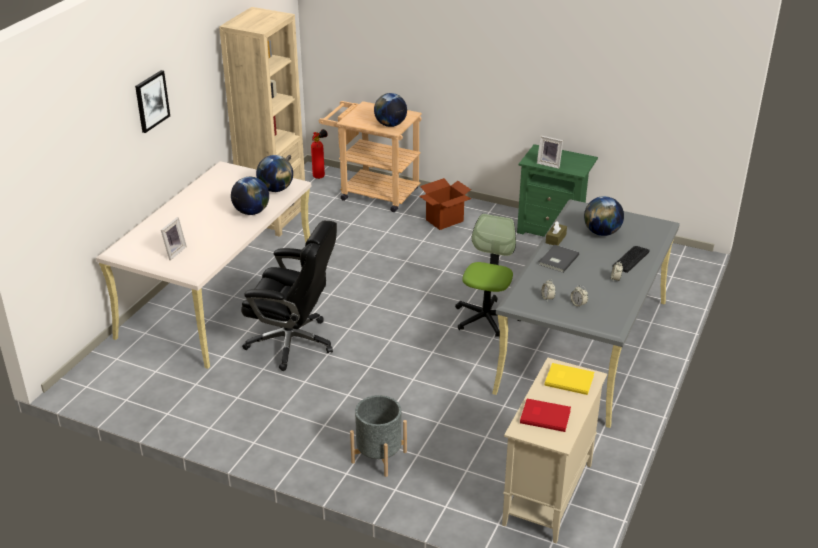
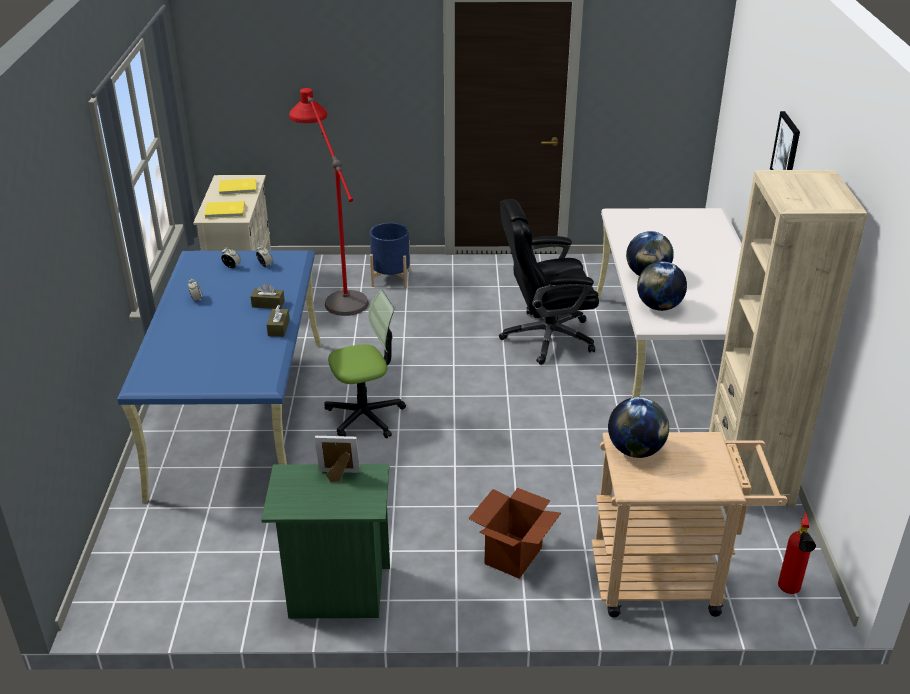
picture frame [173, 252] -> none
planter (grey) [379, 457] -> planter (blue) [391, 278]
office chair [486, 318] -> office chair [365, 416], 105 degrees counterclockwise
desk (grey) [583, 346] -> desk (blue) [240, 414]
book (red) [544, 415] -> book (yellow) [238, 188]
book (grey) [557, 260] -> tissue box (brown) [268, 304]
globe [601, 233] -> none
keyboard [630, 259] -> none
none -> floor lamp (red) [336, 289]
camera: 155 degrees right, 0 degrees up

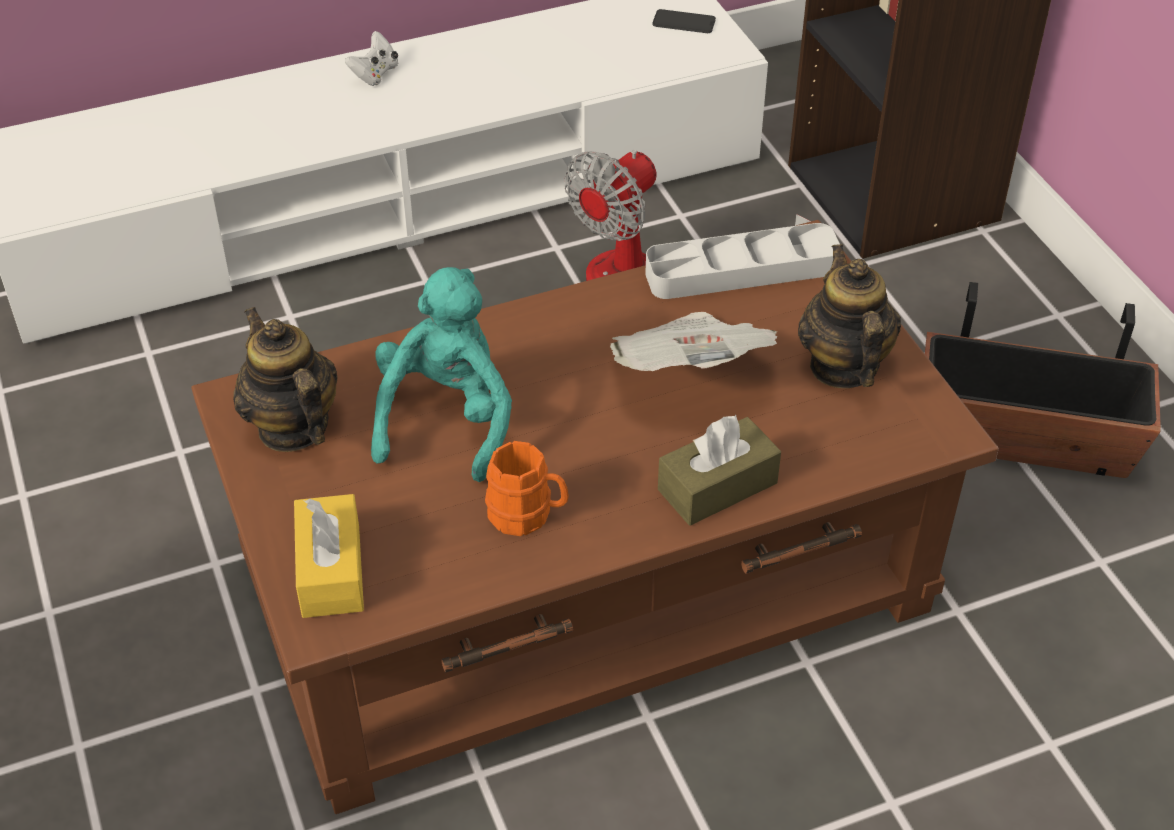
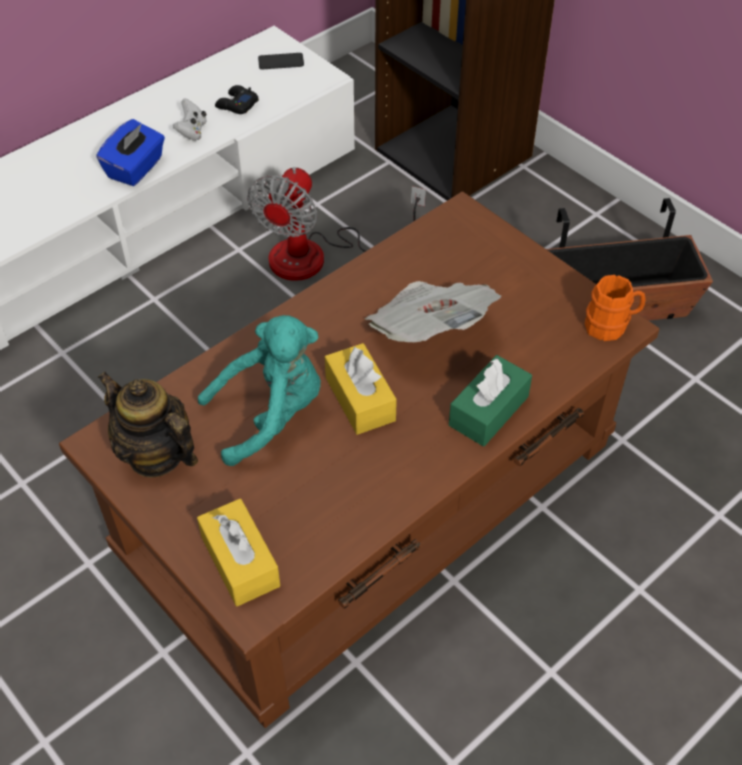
game controller (white) [375, 74] -> game controller (white) [192, 131], relocated
plush toy (turquoise) [447, 419] -> plush toy (turquoise) [270, 415], 75 degrees clockwise
mug (orange) [528, 515] -> mug (orange) [611, 325], relocated
tray (grey) [742, 270] -> none
tissue box (brown) [717, 486] -> tissue box (green) [488, 411]
teapot [843, 366] -> none
none -> tissue box (blue) [136, 168]
none -> game controller (black) [236, 105]
none -> tissue box (yellow) [360, 399]
camera: 20 degrees left, 5 degrees up

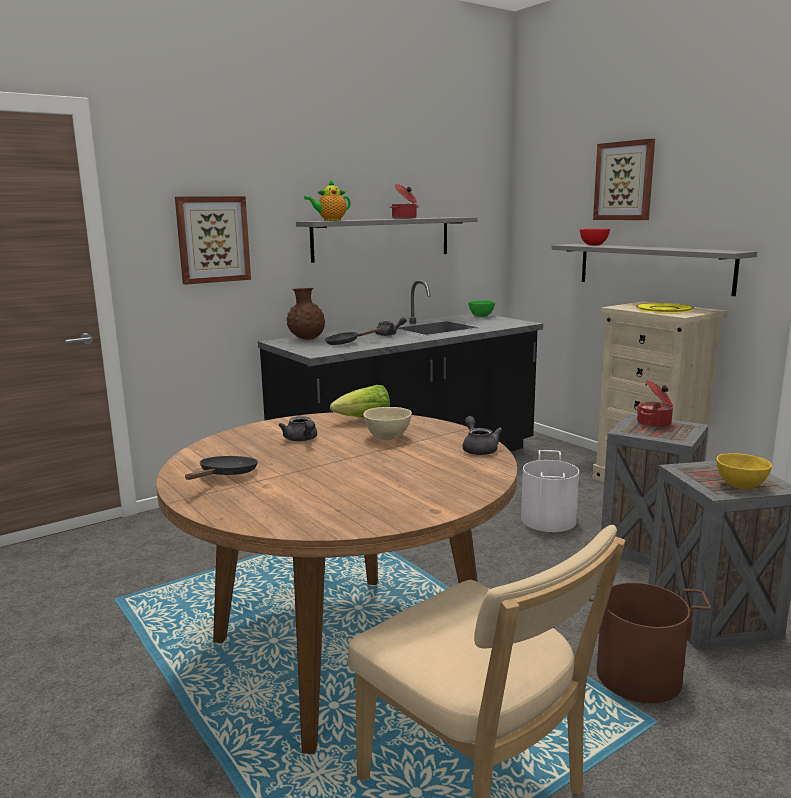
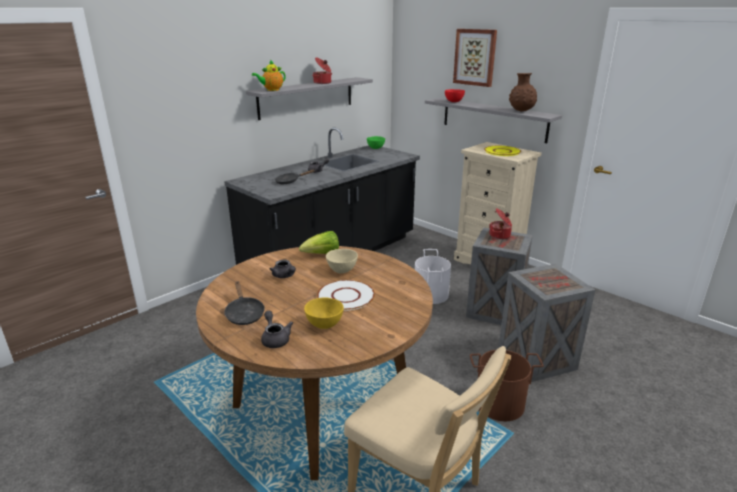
picture [213, 239] -> none
frying pan (black) [226, 475] -> frying pan (black) [244, 314], 150 degrees clockwise
vase (brown) [307, 339] -> vase (brown) [521, 111], relocated
teapot (grey) [478, 449] -> teapot (grey) [275, 339], relocated
bowl (yellow) [739, 486] -> bowl (yellow) [324, 324], relocated
none -> plate (white) [346, 296]
camera: 10 degrees left, 10 degrees up

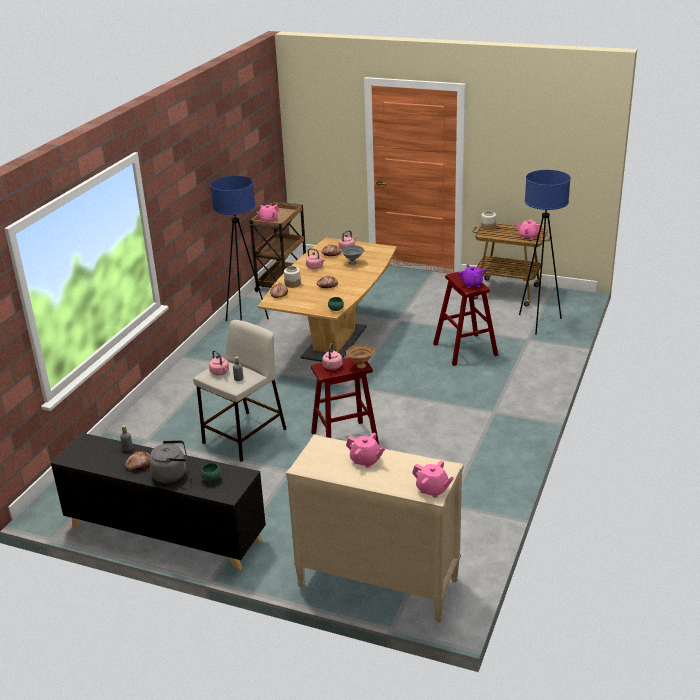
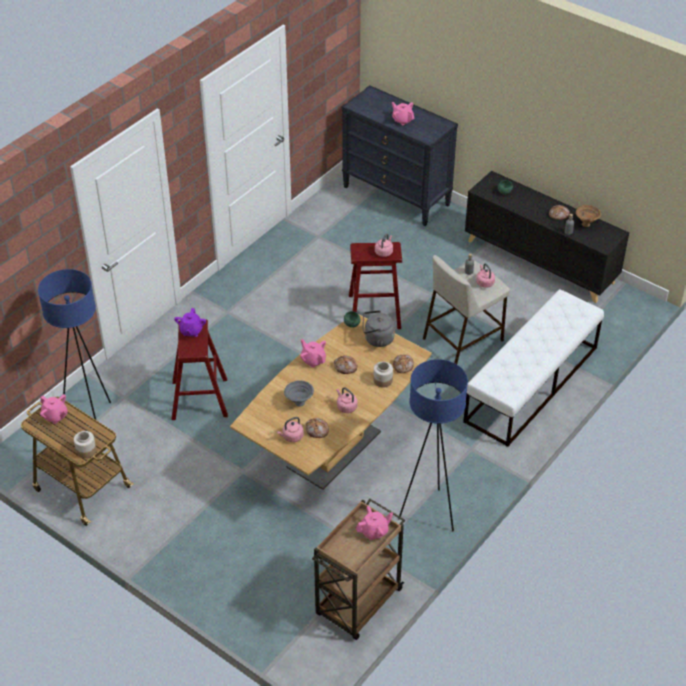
kettle (grey) [172, 474] -> kettle (grey) [377, 339], relocated
dresser (beige) [377, 583] -> dresser (black) [397, 196]
bowl (brown) [360, 366] -> bowl (brown) [586, 224], relocated
teapot (pink) [432, 490] -> teapot (pink) [313, 360], relocated
none -> bench (white) [531, 384]
camera: 165 degrees left, 15 degrees up

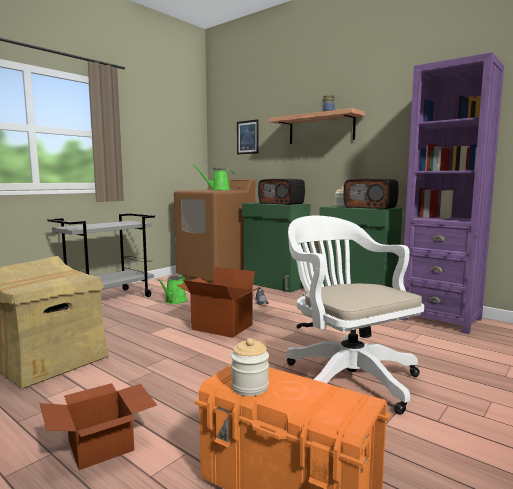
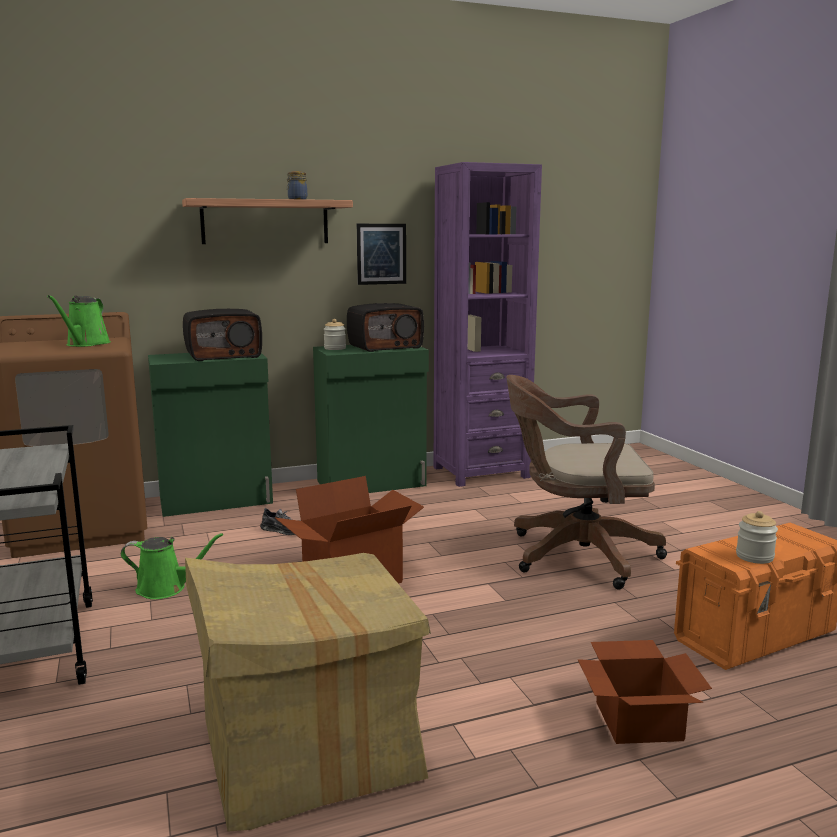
watering can (green) [174, 301] -> watering can (green) [166, 588], 45 degrees counterclockwise
picture [247, 137] -> picture [381, 254], relocated
office chair (white) [346, 376] -> office chair (brown) [574, 555]
camera: 60 degrees left, 5 degrees up

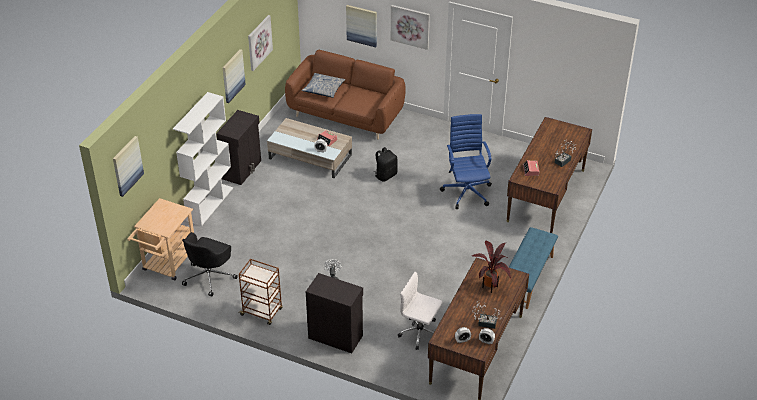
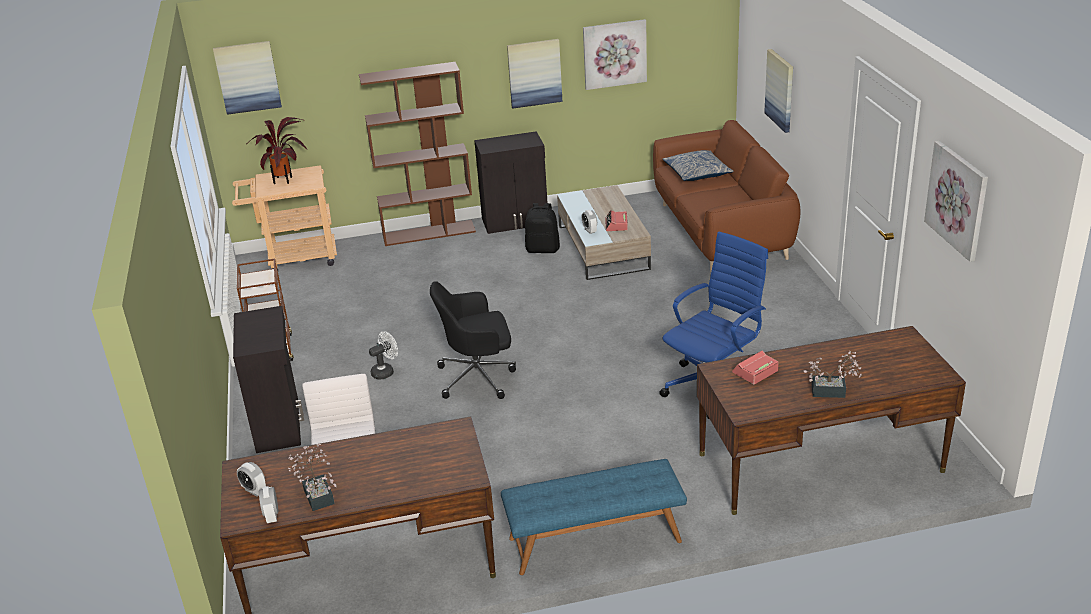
bookcase (white) [210, 204] -> bookcase (brown) [429, 233]
office chair (black) [209, 277] -> office chair (black) [478, 377], relocated
backpack (black) [385, 175] -> backpack (black) [543, 249], relocated
picture [410, 26] -> picture [957, 199], relocated
potted plant [491, 286] -> potted plant [284, 181], relocated
camera: 55 degrees right, 10 degrees down

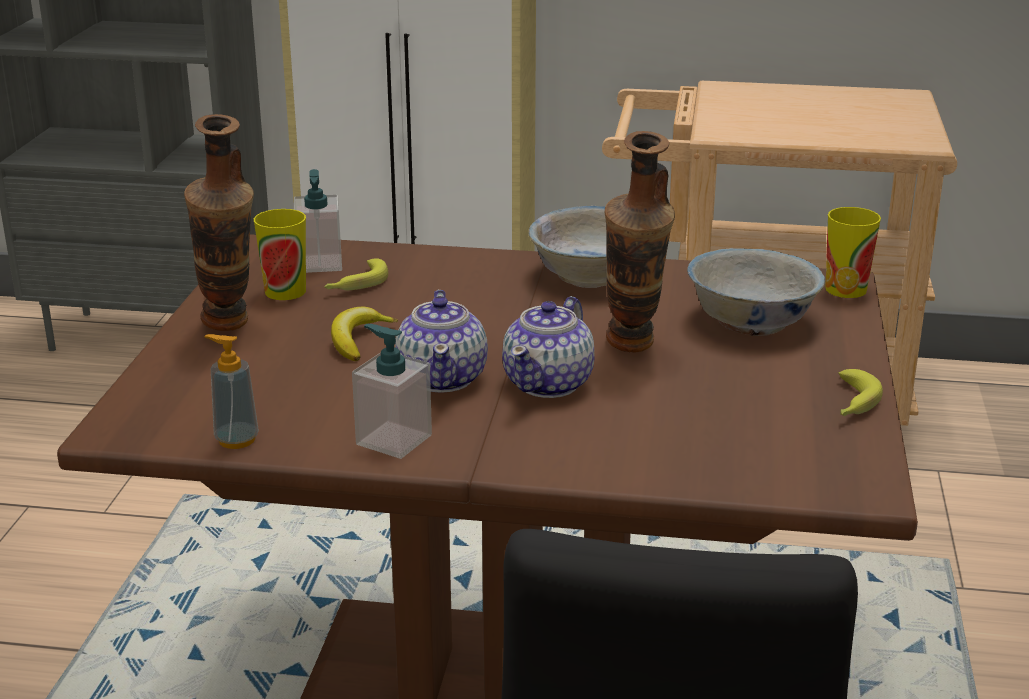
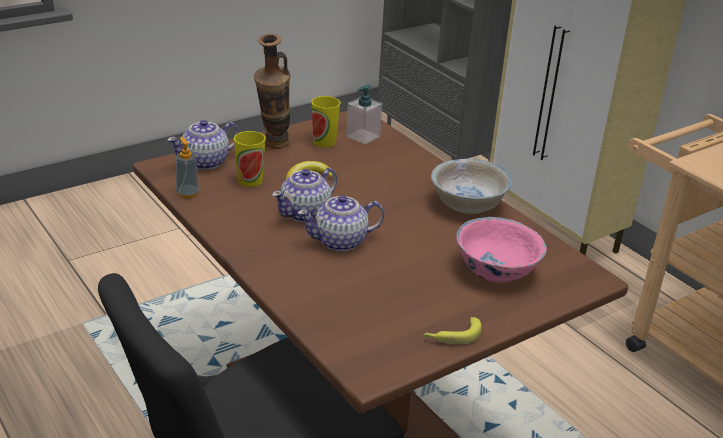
banana [356, 284] -> none
soap dispenser [393, 439] -> none
vase [632, 350] -> none
bowl (white) [751, 321] -> bowl (pink) [495, 269]
cup [846, 289] -> cup [250, 180], relocated
none -> teapot [206, 162]
camera: 45 degrees right, 5 degrees up

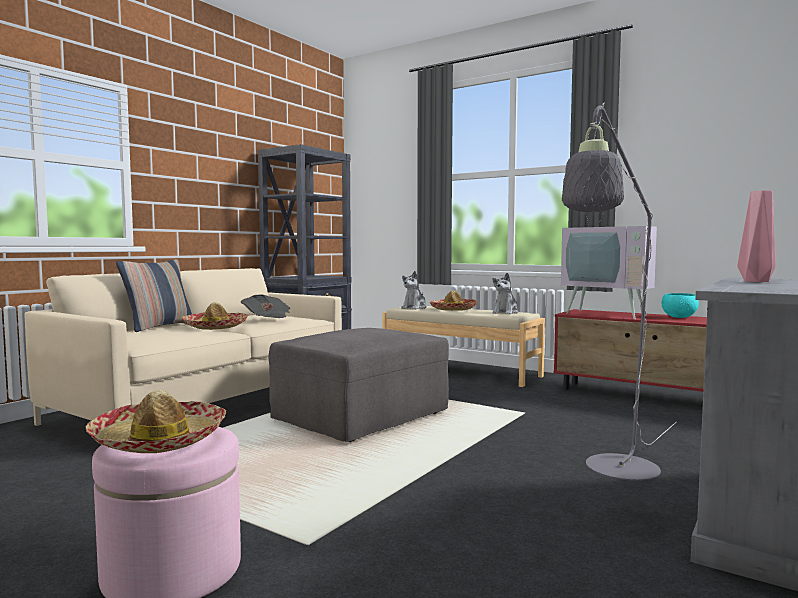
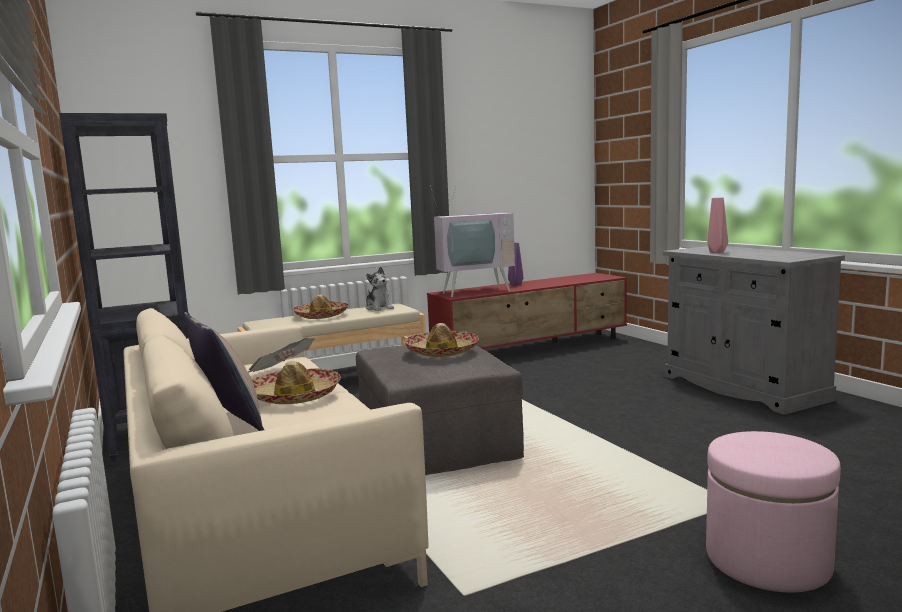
hat [159, 440] -> hat [441, 352], relocated
plush toy [414, 308] -> none
floor lamp (grey) [616, 472] -> none
bowl (turquoise) [679, 317] -> vase (purple) [516, 284]
camera: 60 degrees left, 5 degrees up

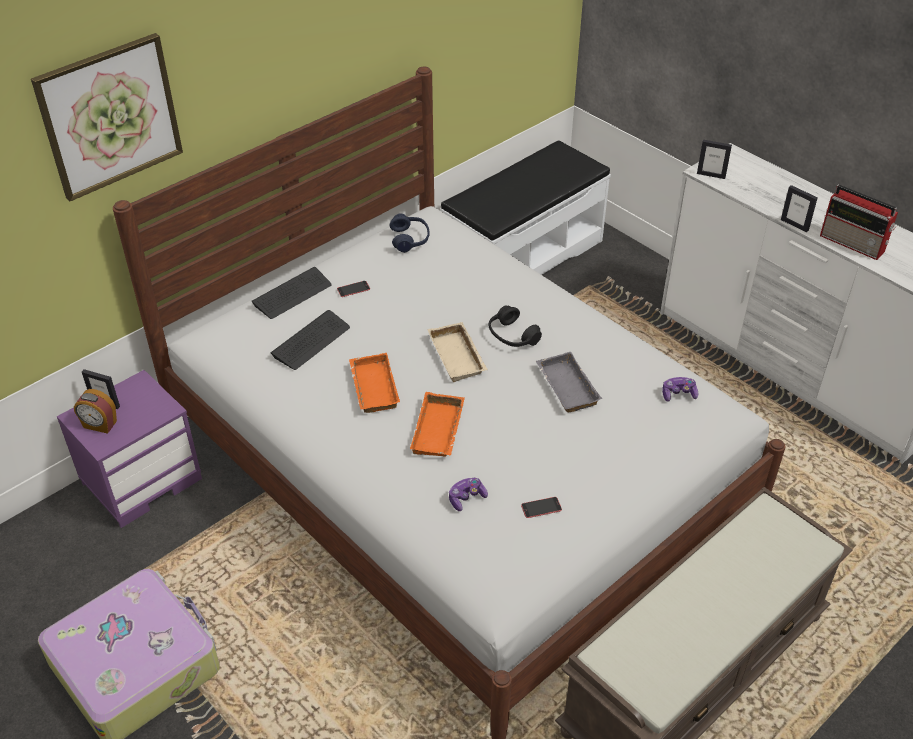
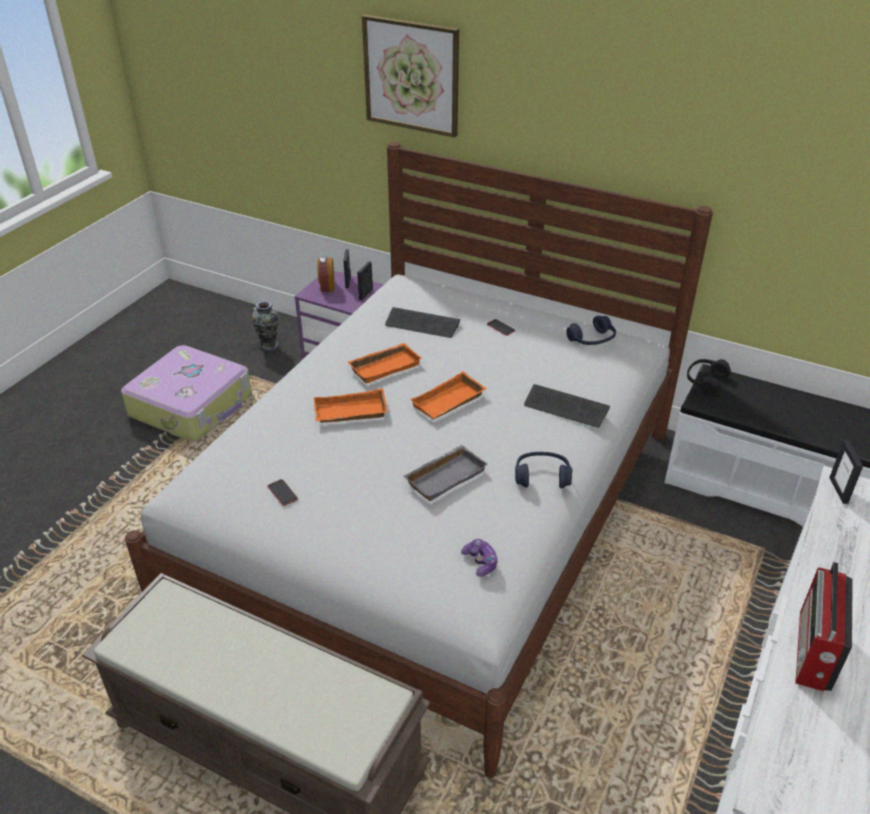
keyboard [292, 294] -> keyboard [566, 407], relocated
tray (beige) [459, 356] -> tray (orange) [449, 403]
game controller [466, 498] -> none
headphones (black) [512, 336] -> headphones (black) [705, 381], relocated
picture frame [794, 225] -> picture frame [366, 294], relocated
none -> vase [269, 346]
none -> headphones (blue) [542, 477]
camera: 70 degrees right, 5 degrees down

